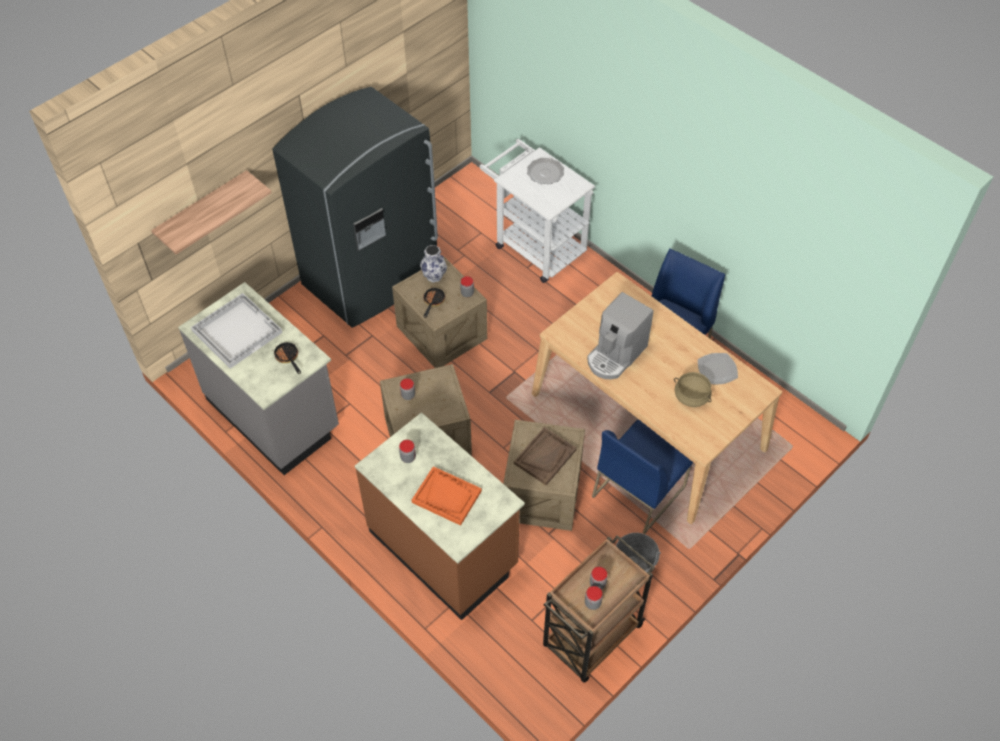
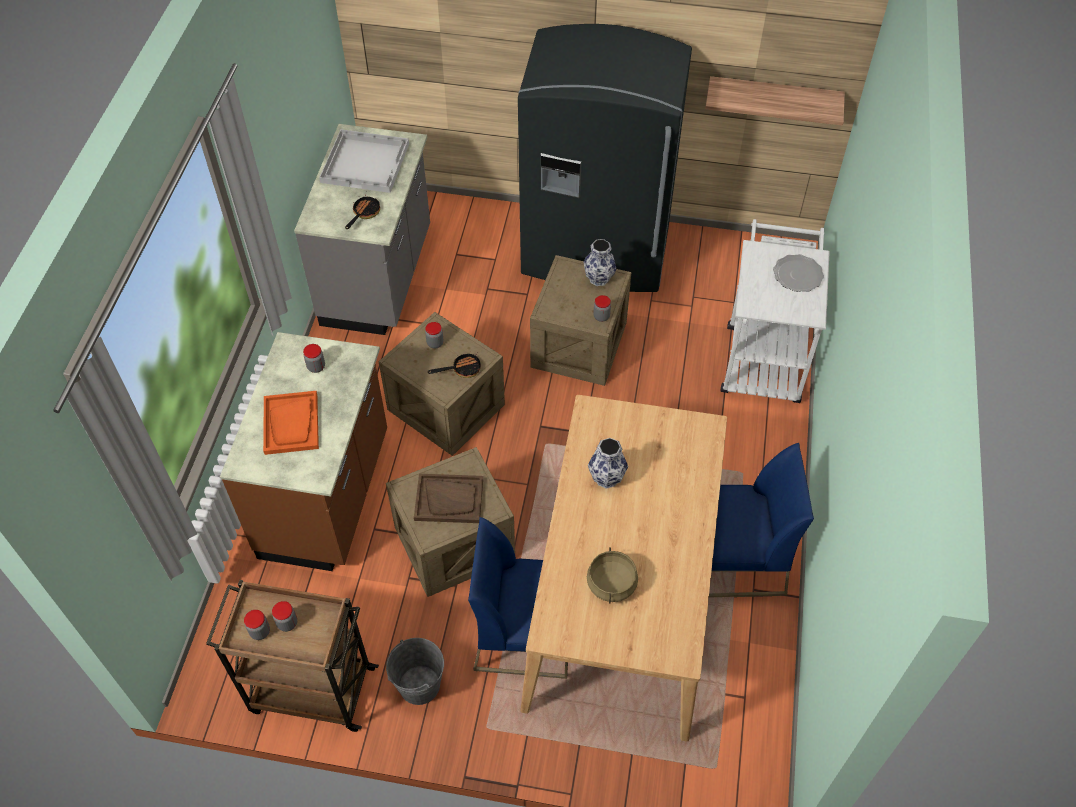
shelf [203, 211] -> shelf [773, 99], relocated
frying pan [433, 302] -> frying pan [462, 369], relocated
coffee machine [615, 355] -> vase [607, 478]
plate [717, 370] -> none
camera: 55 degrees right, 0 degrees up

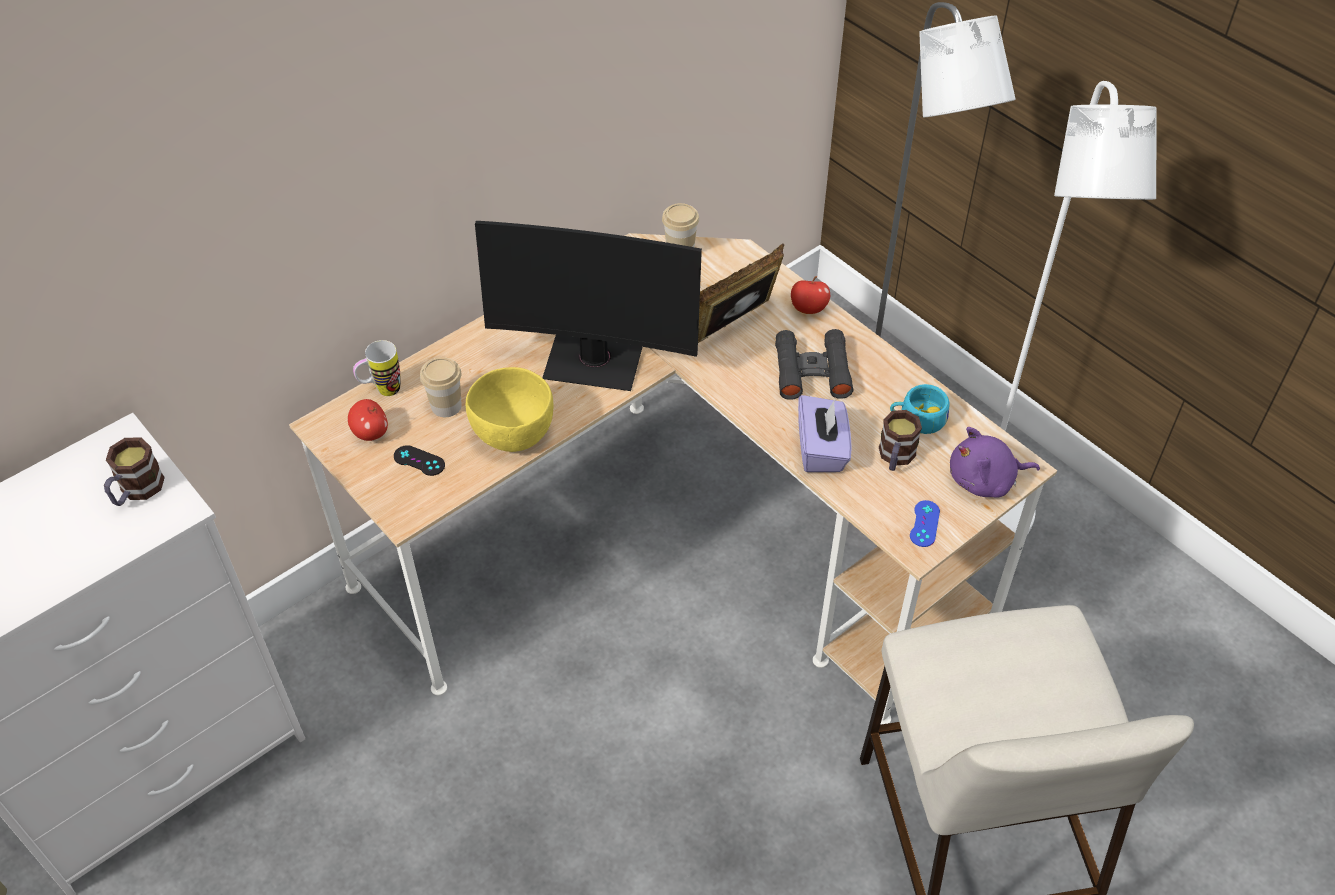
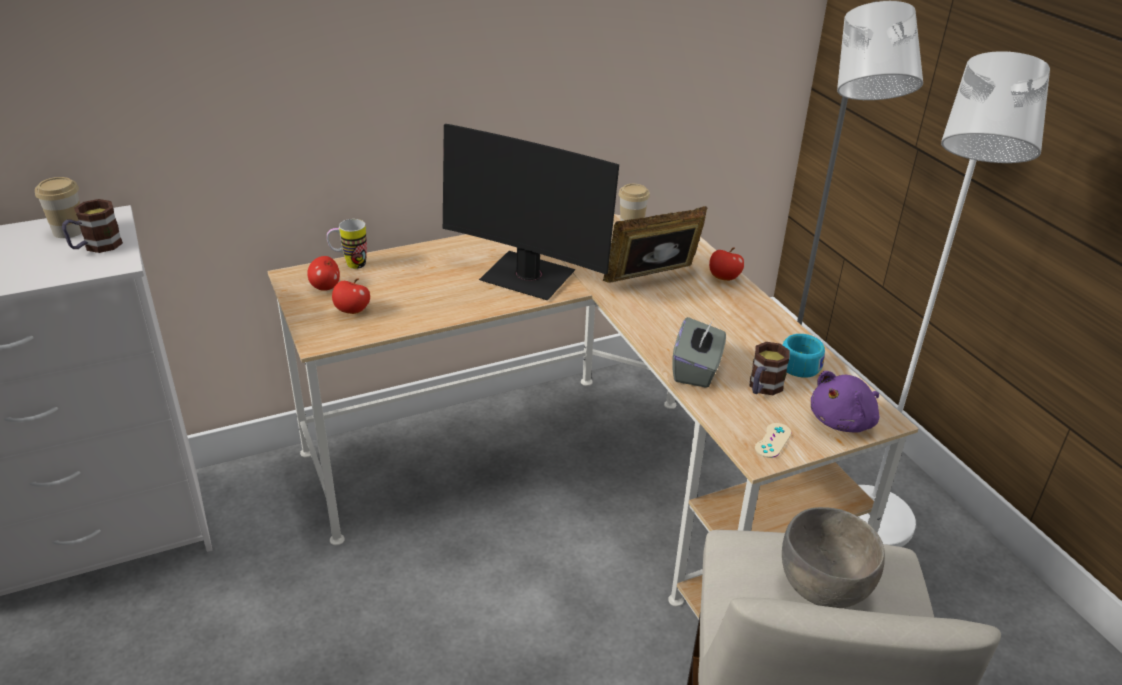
game controller (black) [419, 461] -> apple [352, 311]
cup [446, 406] -> cup [69, 231], relocated
bowl (yellow) [513, 435] -> none
binoculars (black) [812, 371] -> none
tissue box (purple) [822, 450] -> tissue box (grey) [696, 370]
game controller (blue) [924, 524] -> game controller (beige) [773, 440]
plush toy (purple) [985, 480] -> plush toy (purple) [844, 421], 45 degrees counterclockwise
none -> bowl (grey) [823, 589]
camera: 15 degrees right, 15 degrees down

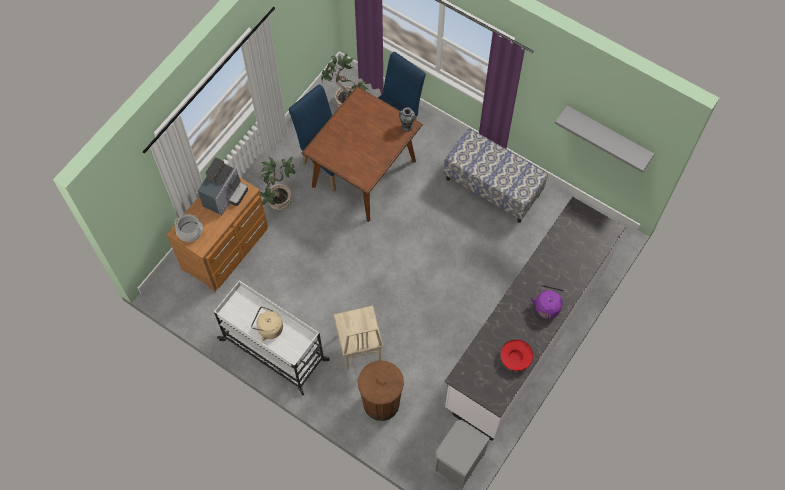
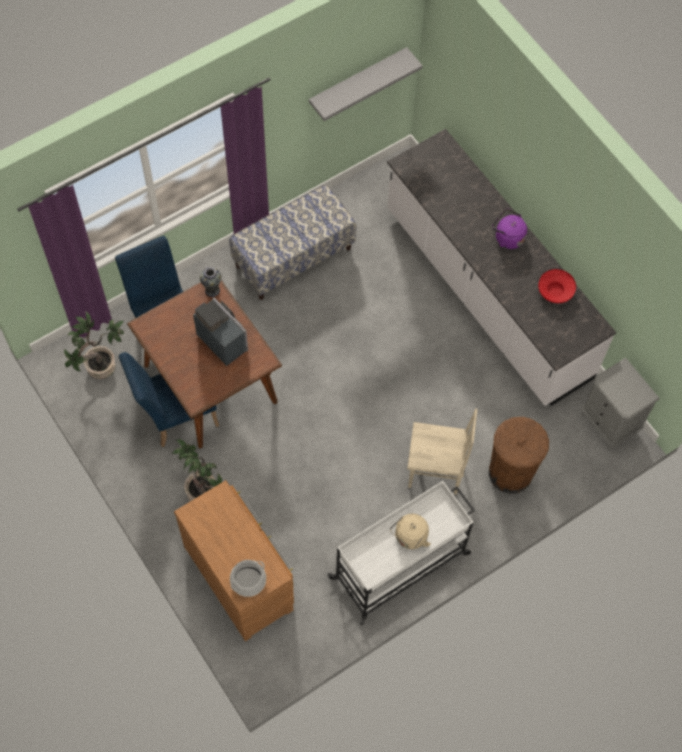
coffee machine [225, 196] -> coffee machine [223, 339], relocated
camera: 70 degrees left, 0 degrees up

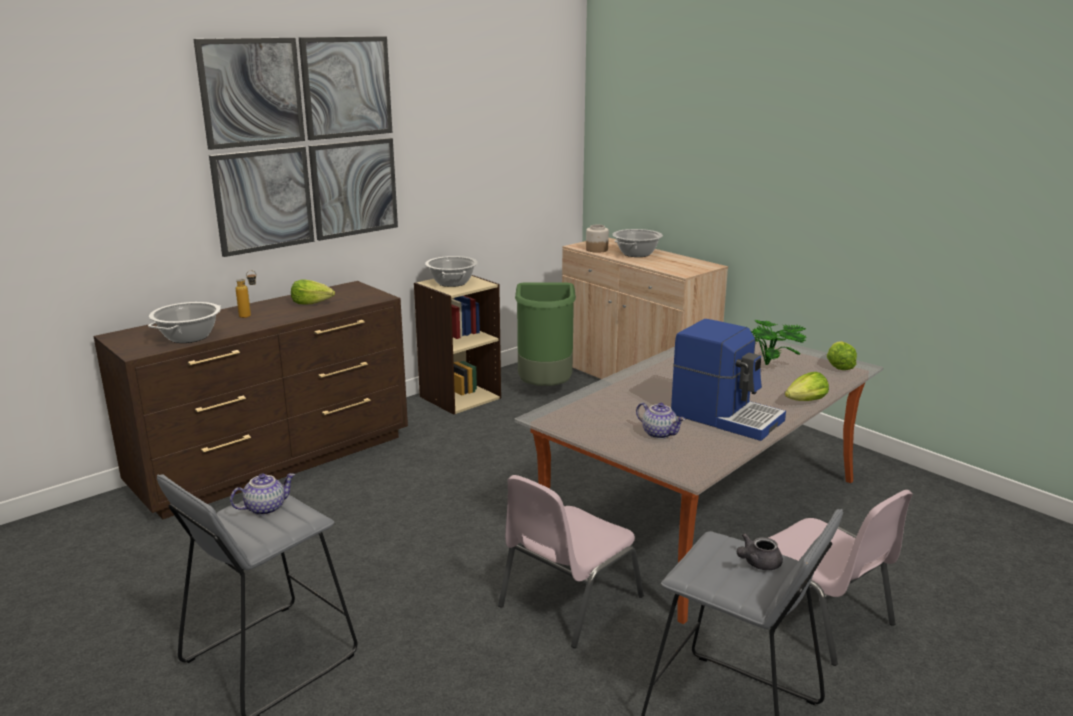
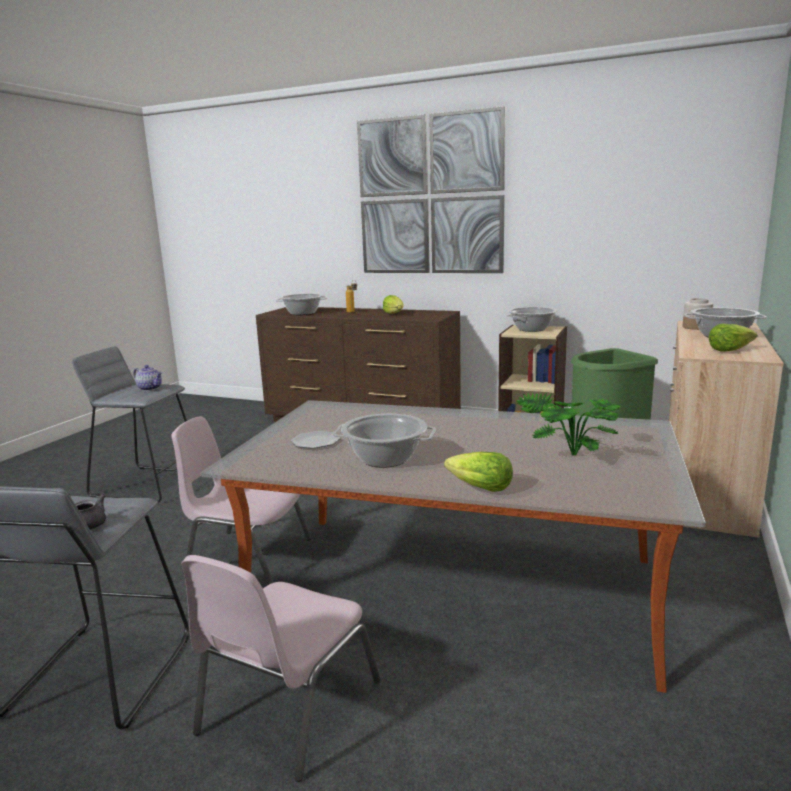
teapot [660, 434] -> plate [316, 442]
coffee machine [726, 416] -> cooking pot [385, 458]
lettuce [839, 366] -> lettuce [729, 350], relocated
camera: 65 degrees right, 5 degrees down

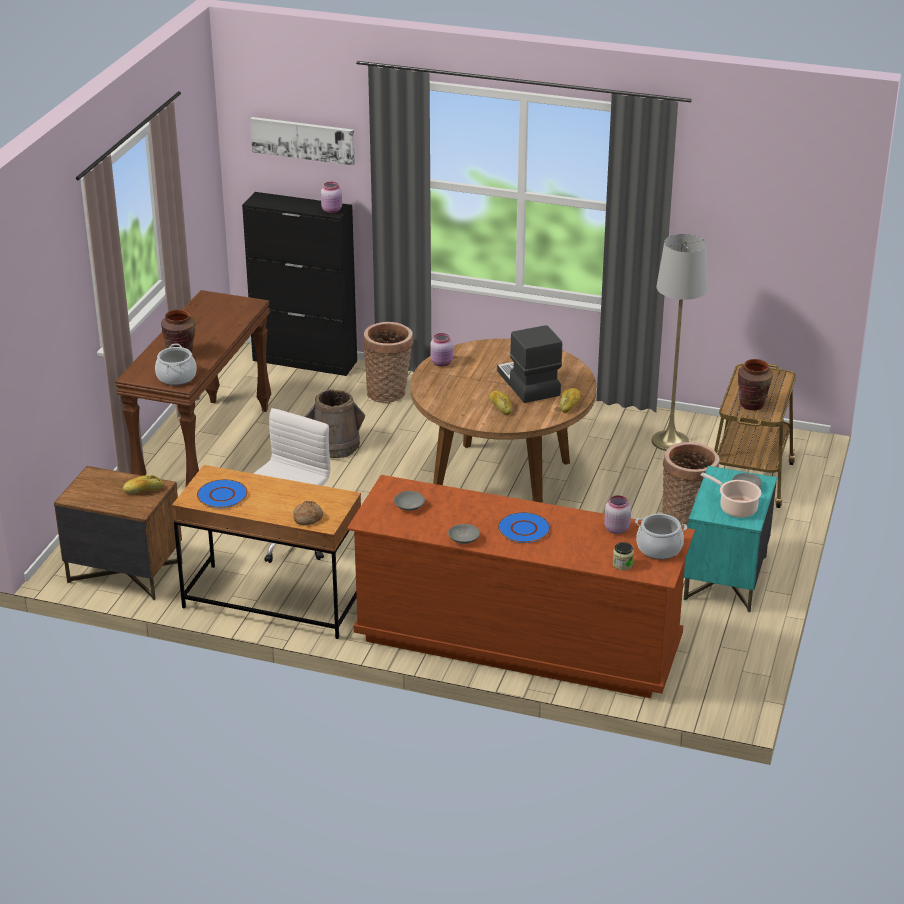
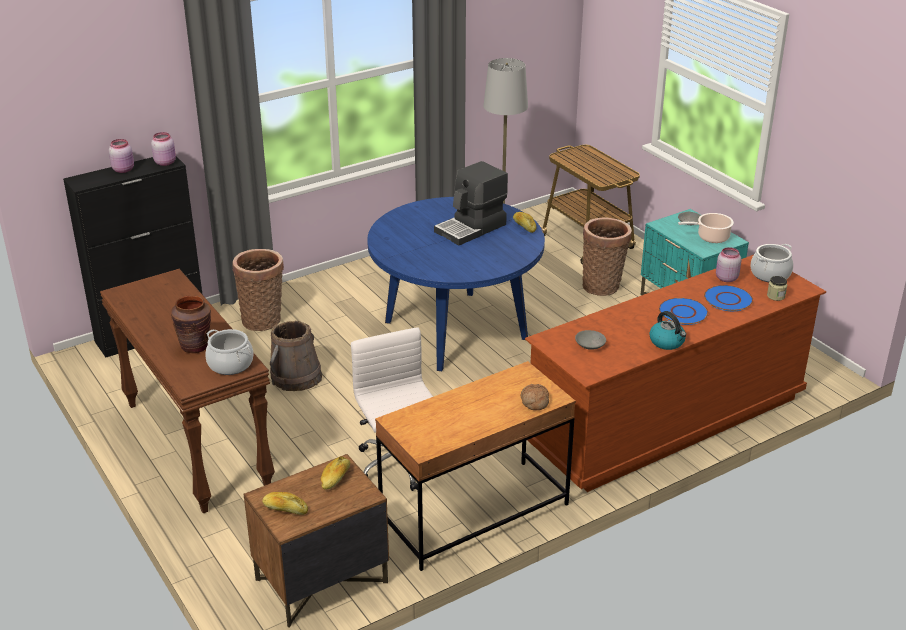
plate (blue) [222, 495] -> plate (blue) [727, 299], relocated
picture [303, 140] -> none
dining table (brown) [501, 481] -> dining table (blue) [456, 330]
jar (pink) [442, 363] -> jar (pink) [124, 169], relocated
bowl (grey) [464, 539] -> kettle [667, 342]
bread [500, 407] -> bread [285, 509], relocated
coffee machine [527, 384] -> coffee machine [471, 228], 60 degrees counterclockwise
vase (brown) [752, 405] -> none
camera: 50 degrees left, 0 degrees up

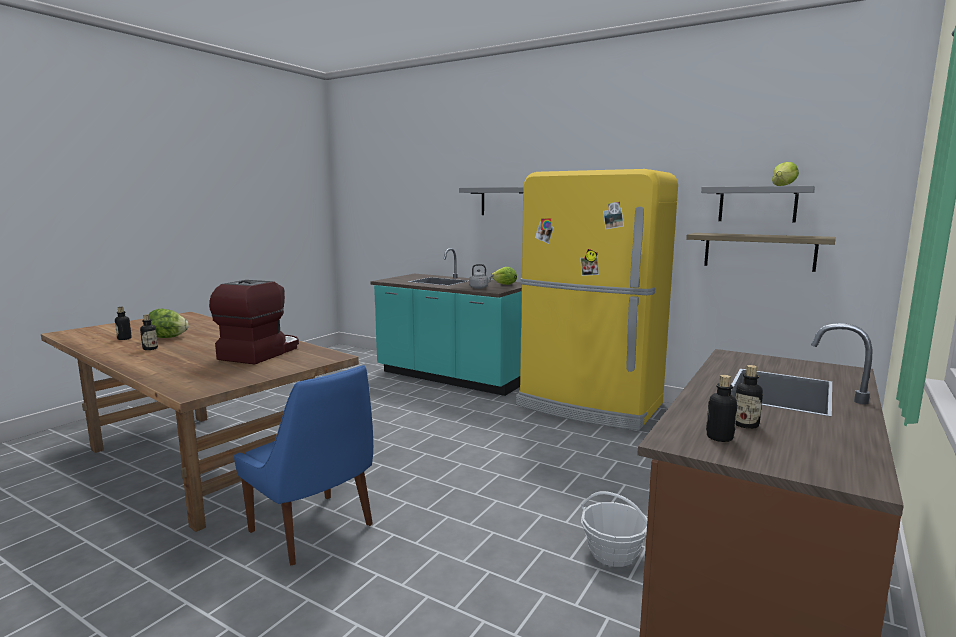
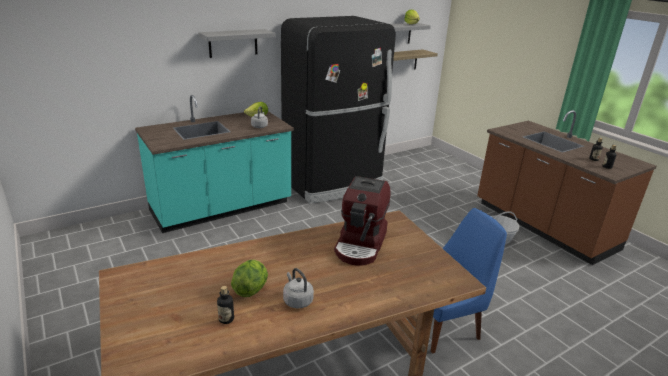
bottle [150, 348] -> kettle (grey) [297, 300]
coffee machine [260, 353] -> coffee machine [361, 244], 120 degrees counterclockwise
fridge (yellow) [589, 405] -> fridge (black) [333, 183]
camera: 65 degrees left, 15 degrees up

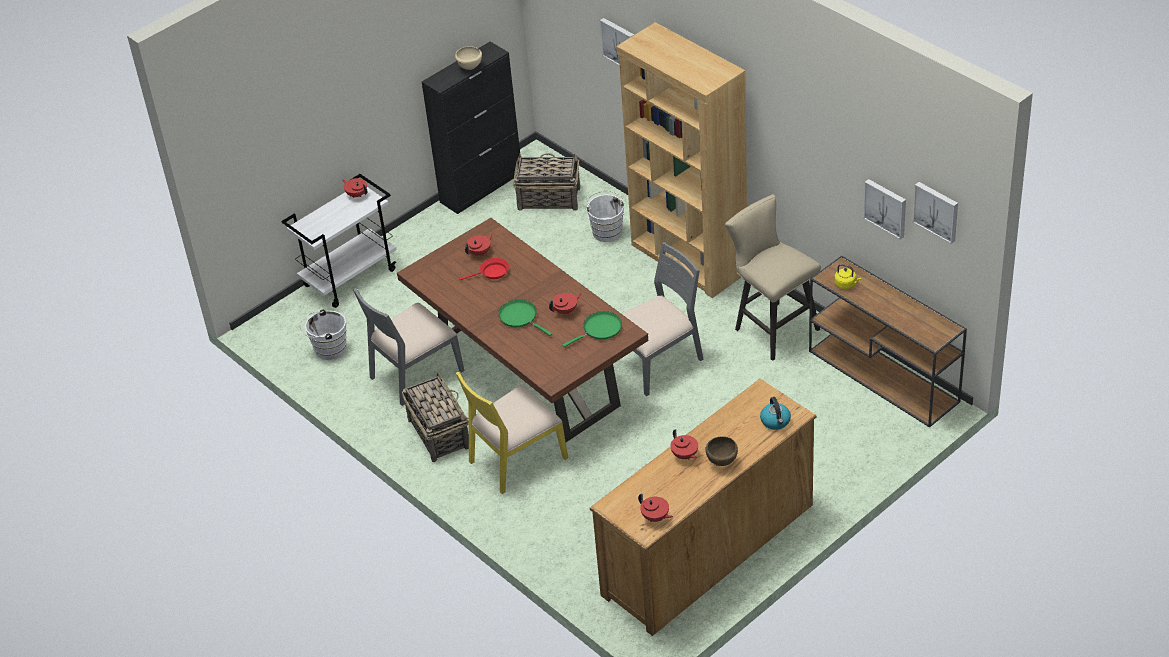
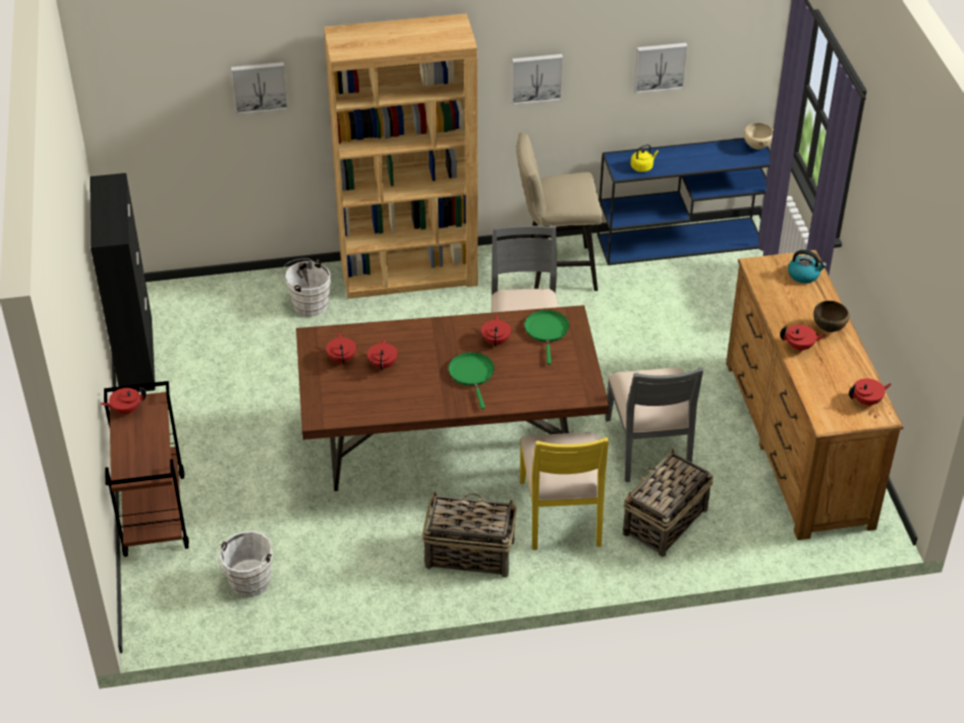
cart (white) [350, 277] -> cart (brown) [153, 514]
chair (grey) [415, 373] -> chair (grey) [649, 447], relocated
bowl (beige) [470, 68] -> bowl (beige) [757, 147], relocated
frying pan (red) [492, 273] -> teapot (red) [383, 364]
frying pan (green) [520, 317] -> frying pan (green) [472, 374], 90 degrees clockwise
basket [548, 198] -> basket [664, 522], relocated
console table (brown) [884, 377] -> console table (blue) [682, 241]
picture [937, 211] -> picture [536, 77], relocated
camera: 60 degrees left, 0 degrees up

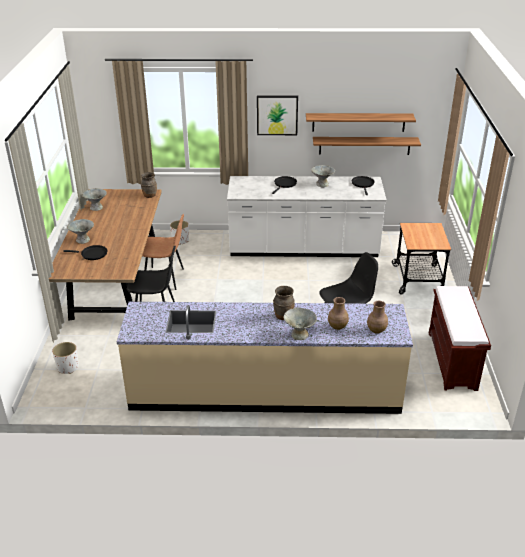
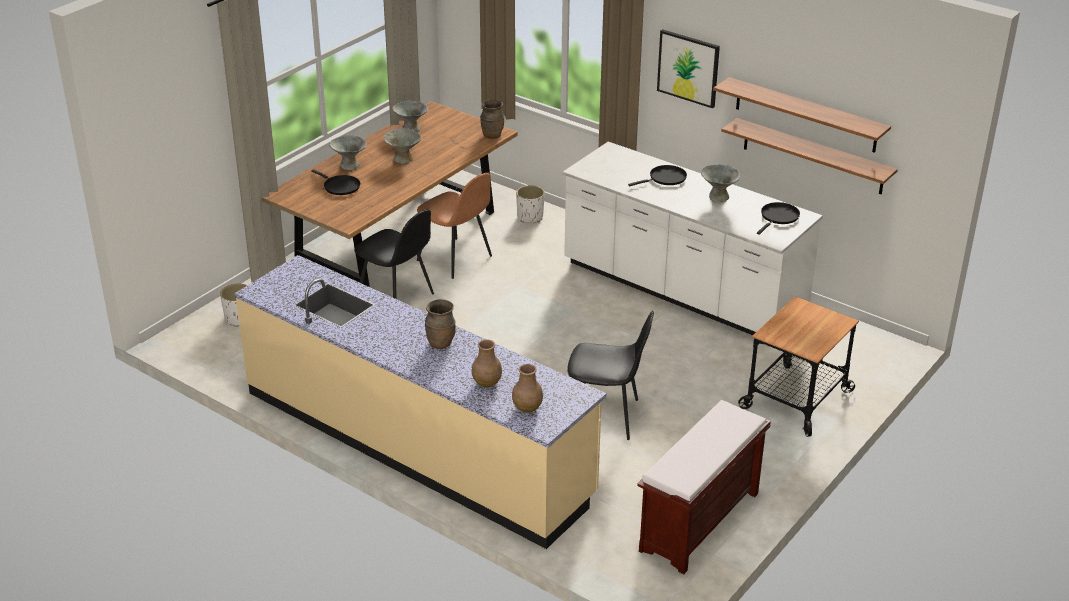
bowl (grey) [299, 334] -> bowl (grey) [403, 159], relocated
camera: 35 degrees right, 0 degrees up

